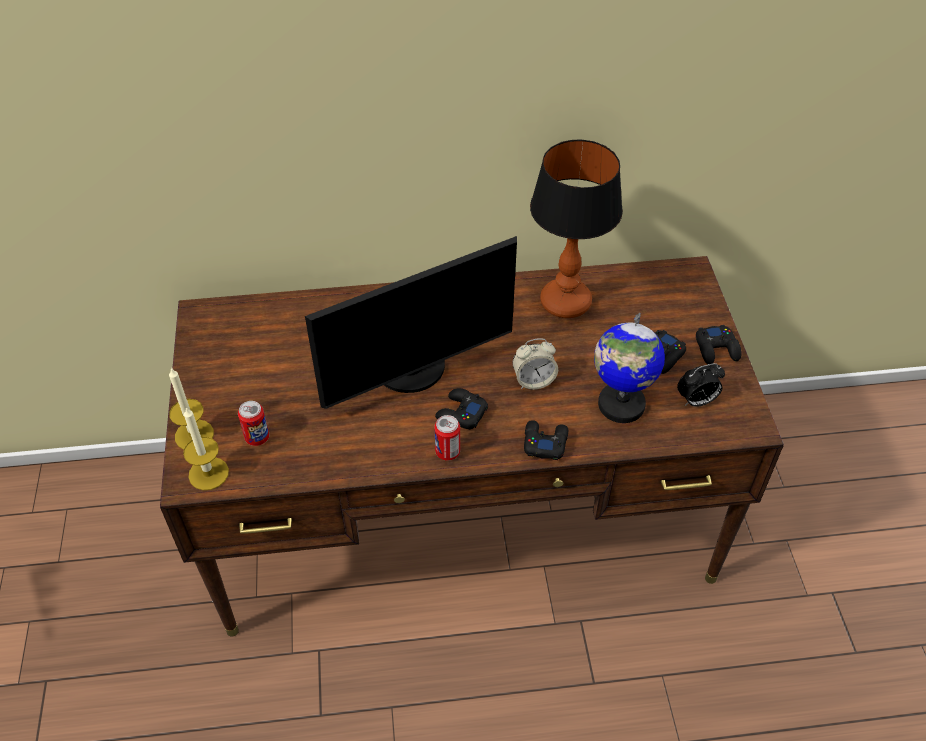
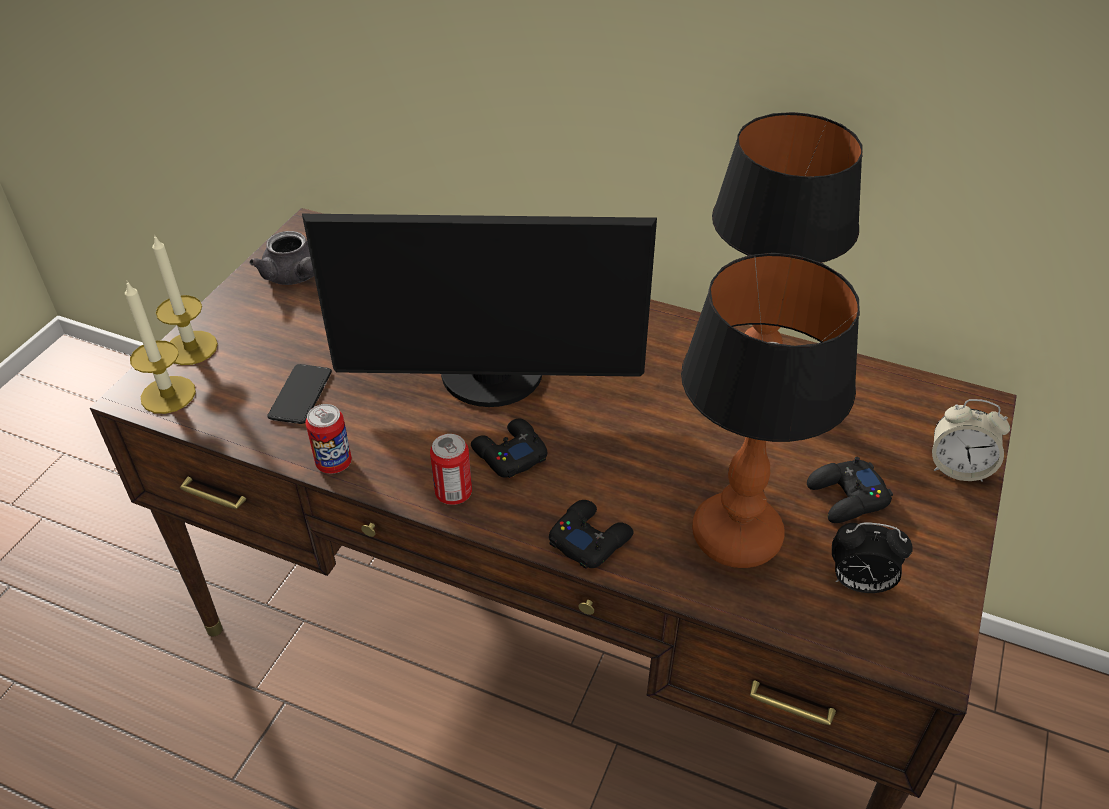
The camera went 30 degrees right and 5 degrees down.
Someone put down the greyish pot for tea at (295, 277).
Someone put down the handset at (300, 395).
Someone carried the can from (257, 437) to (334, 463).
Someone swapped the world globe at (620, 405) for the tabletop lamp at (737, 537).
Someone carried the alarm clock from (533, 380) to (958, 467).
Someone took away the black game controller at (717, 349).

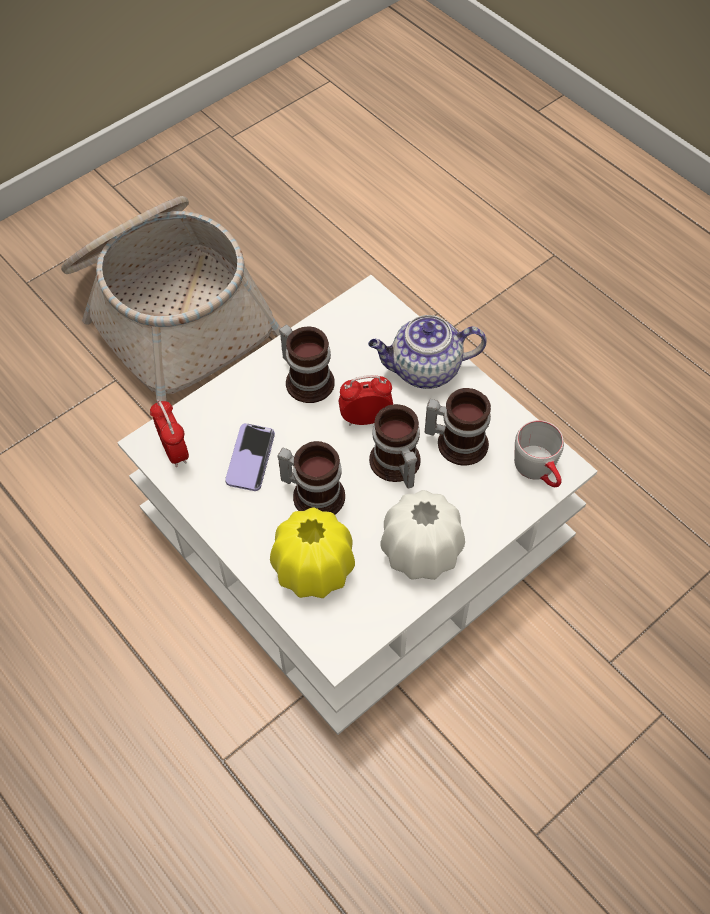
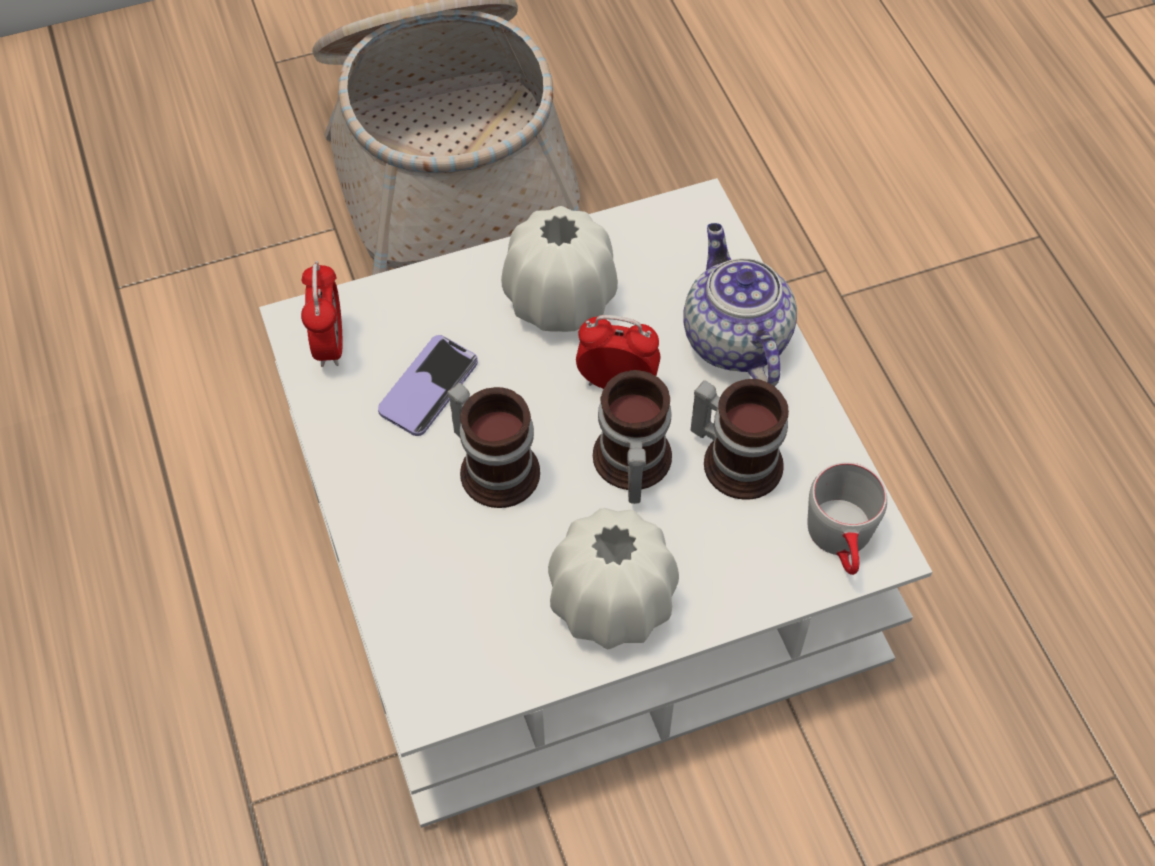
The camera went 20 degrees right and 0 degrees up.
Someone swapped the mug at (308, 378) for the white-coloured decorative vase at (560, 300).
Someone rotated the pot for tea at (424, 370) by 60 degrees clockwise.
Someone took away the yellow decorative vase at (314, 568).

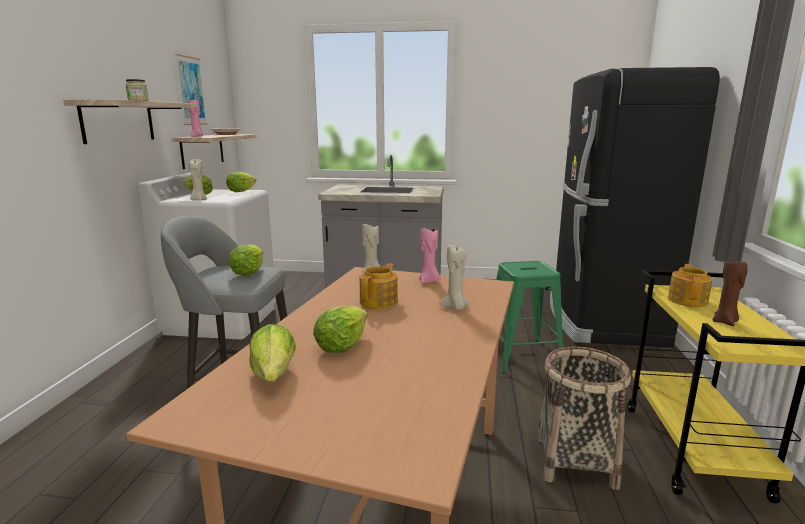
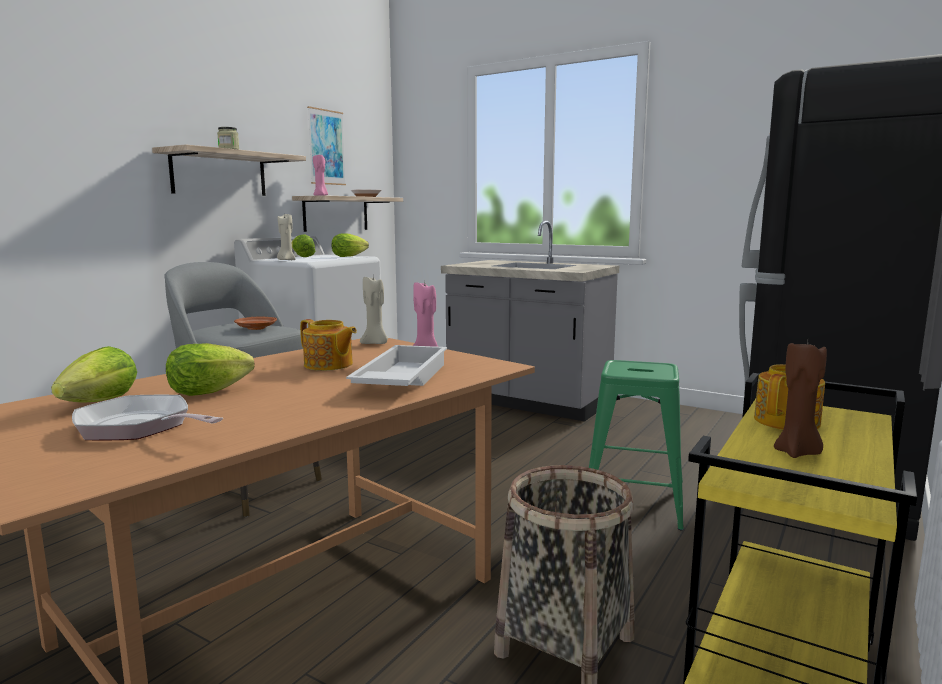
The camera went 25 degrees right and 5 degrees down.
Someone put down the pan at (140, 427).
Someone swapped the lettuce head at (248, 272) for the brown dinner plate at (255, 328).
Someone rotated the pot for tea at (379, 302) by 75 degrees clockwise.
Someone swapped the sand-coloured candle at (455, 307) for the white-coloured tray at (400, 379).

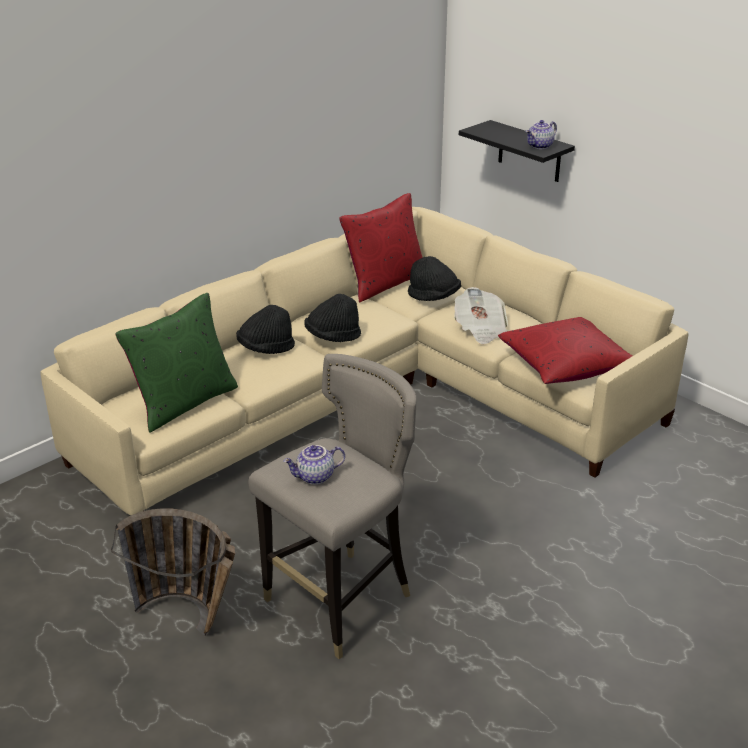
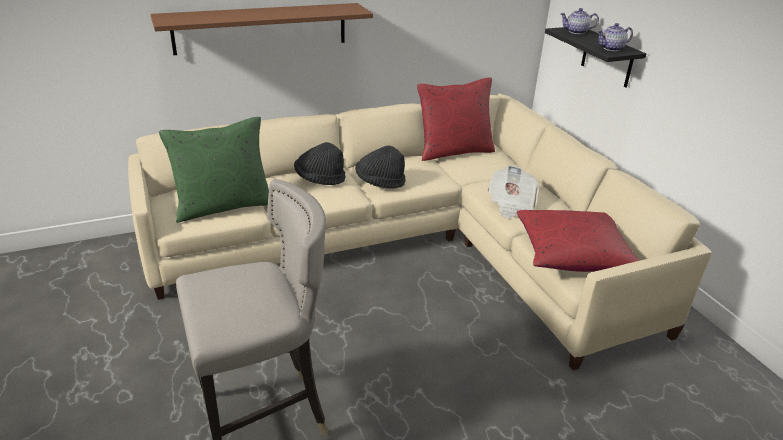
The camera went 20 degrees right and 0 degrees up.
Someone put up the brown wall shelf at (261, 28).
Someone carried the pot for tea from (315, 477) to (576, 32).
Someone took away the household basket at (192, 620).
Someone took away the black clothing hat at (434, 297).

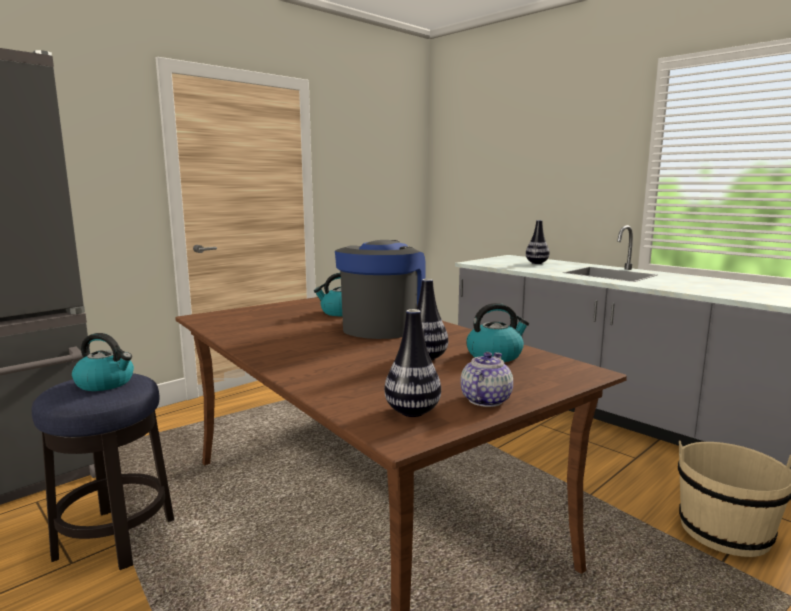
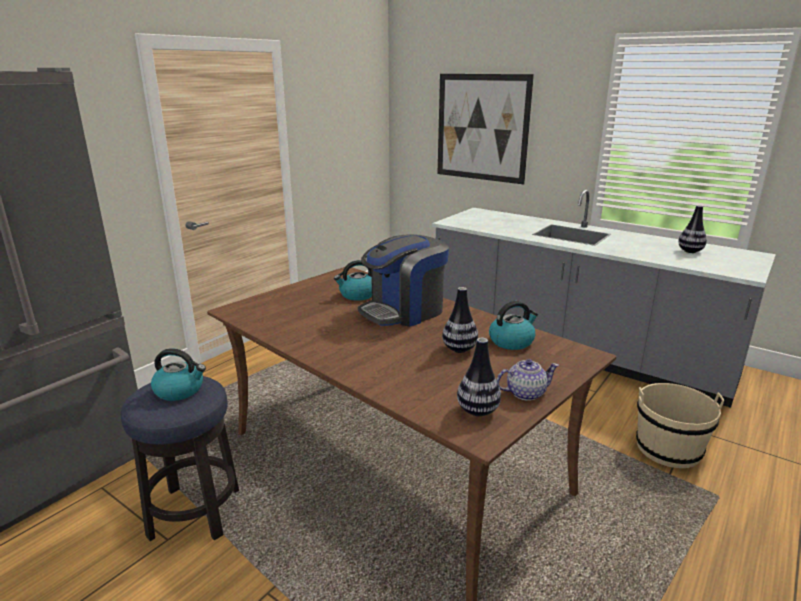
The camera went 10 degrees left and 10 degrees up.
Someone rotated the coffee brewer at (383, 326) by 135 degrees counterclockwise.
Someone put up the wall art at (482, 128).
Someone rotated the pot for tea at (485, 400) by 60 degrees clockwise.
Someone carried the decorative vase from (537, 263) to (690, 251).

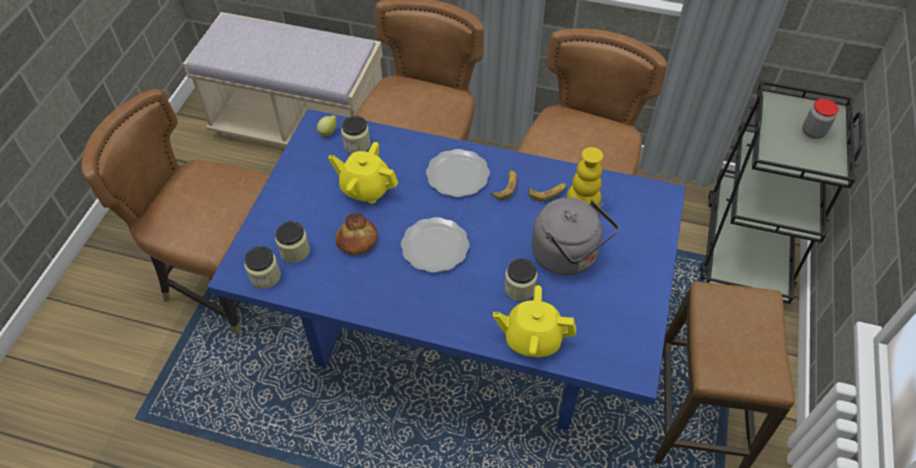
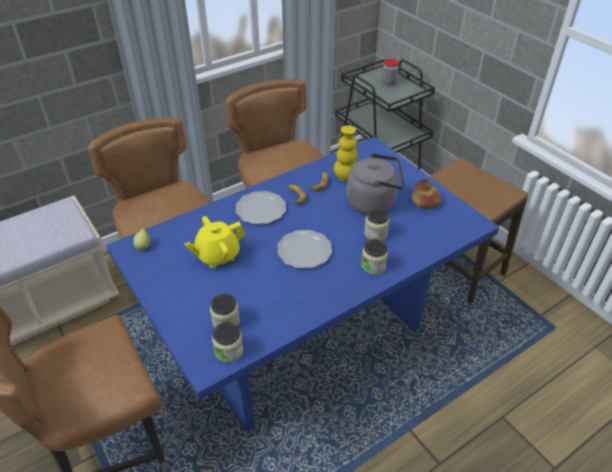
The camera went 50 degrees left and 10 degrees down.
Someone carried the jar from (357, 144) to (373, 265).
Someone carried the bakery bread from (357, 241) to (425, 201).
Someone took away the yellow pot for tea at (532, 338).

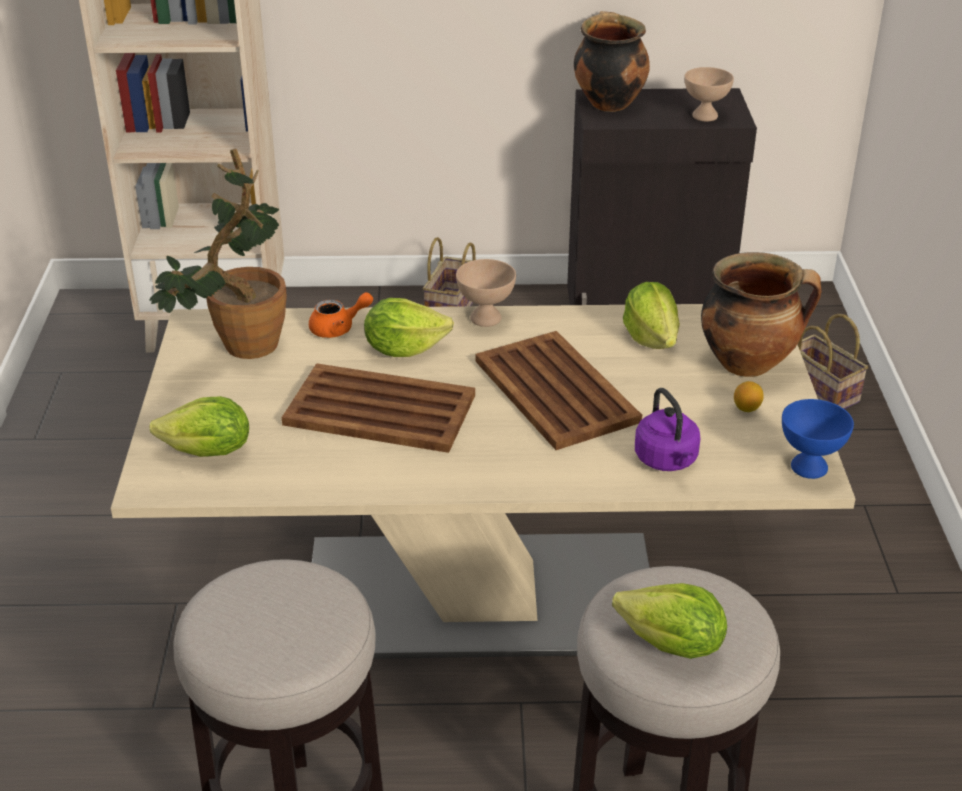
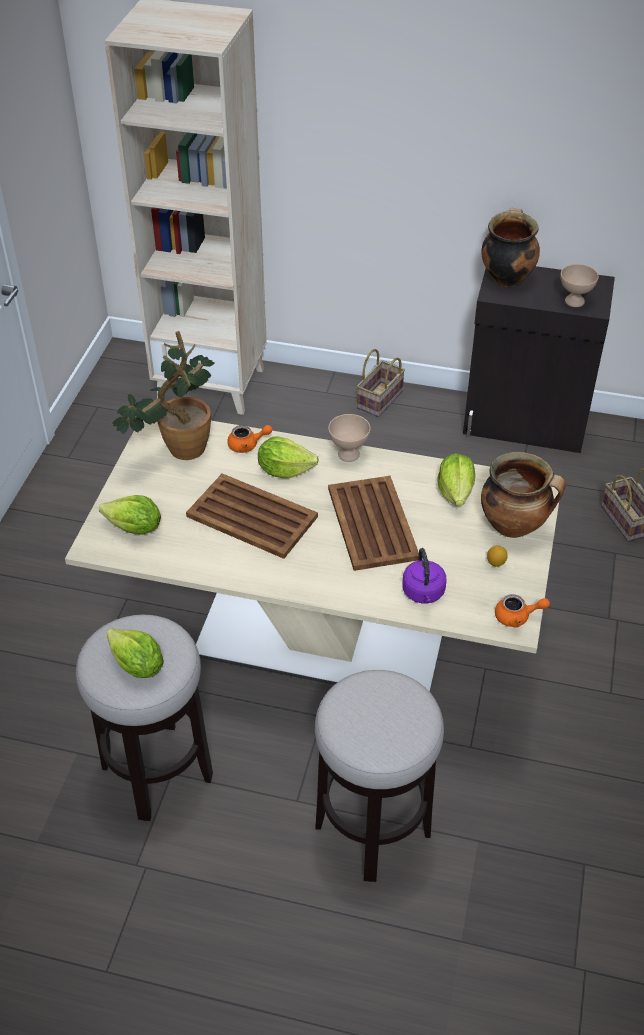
The camera went 15 degrees right and 10 degrees up.
Someone carried the lettuce head from (672, 645) to (137, 666).
Someone swapped the blue deep dish at (809, 466) for the orangey pot for tea at (517, 617).

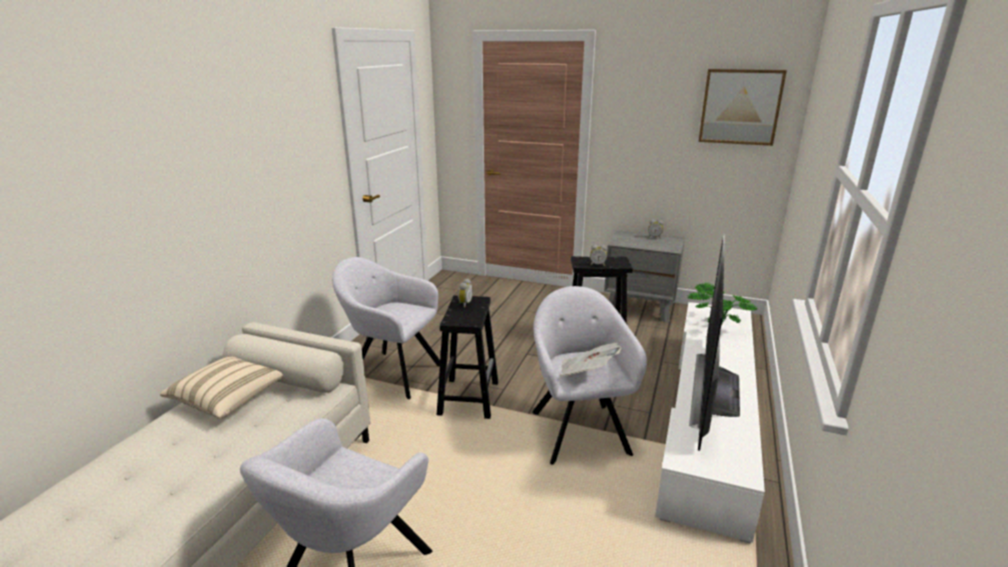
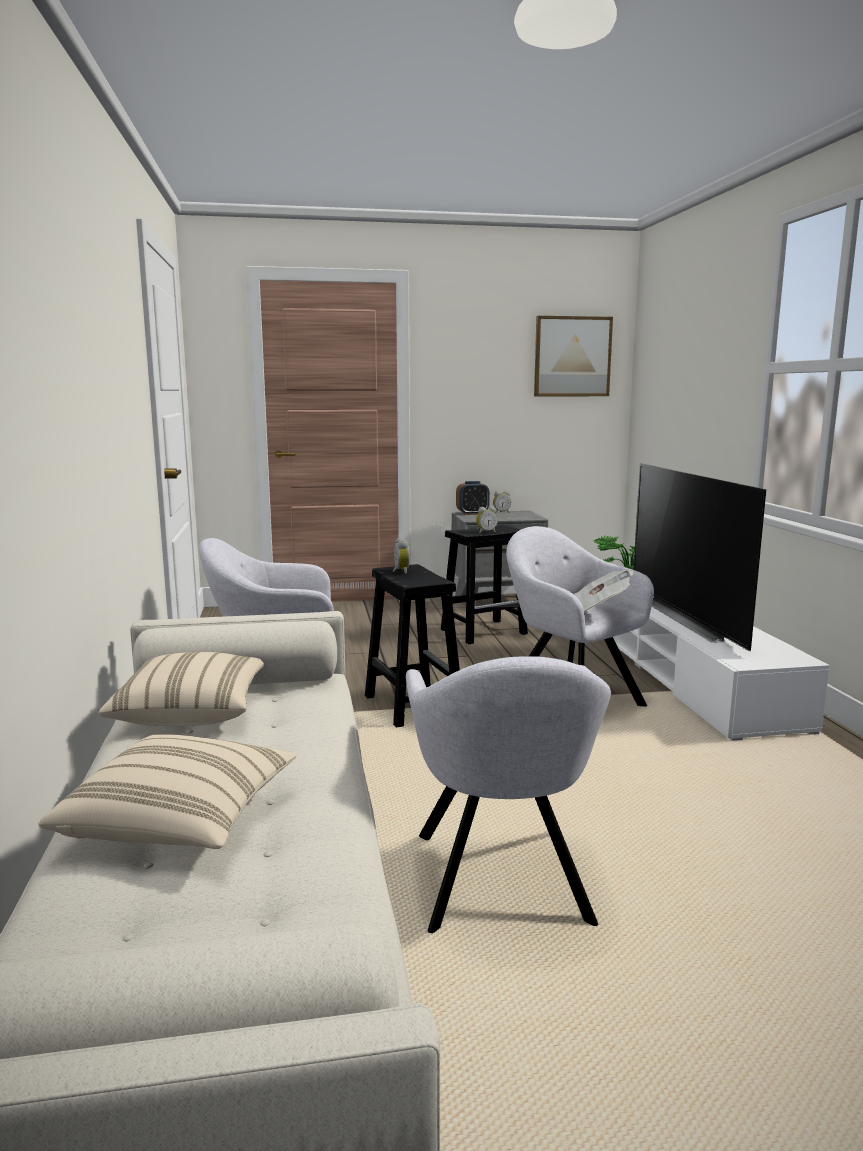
The camera went 30 degrees left and 10 degrees down.
Someone put down the sand-coloured throw pillow at (180, 822).
Someone put down the alarm clock at (472, 513).

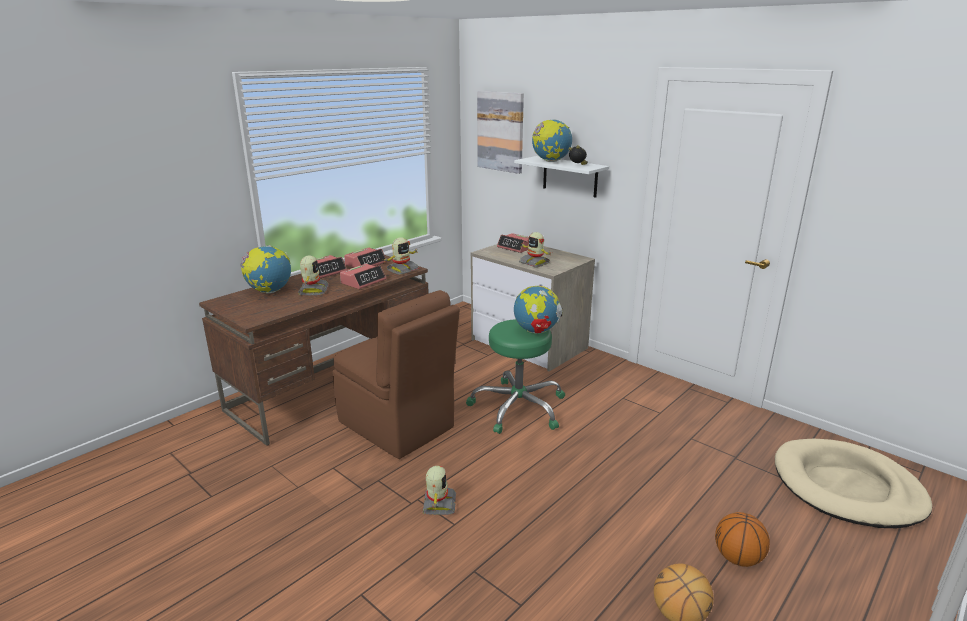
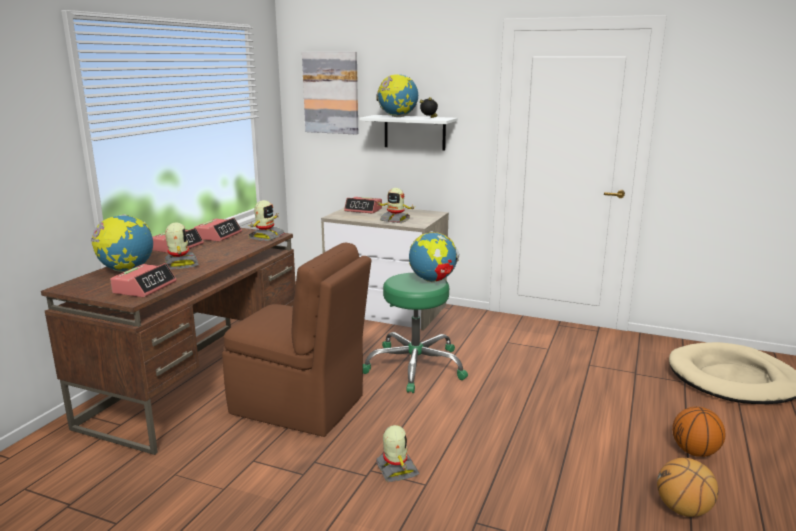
The camera went 20 degrees left and 5 degrees down.
Someone carried the alarm clock from (363, 281) to (145, 287).

